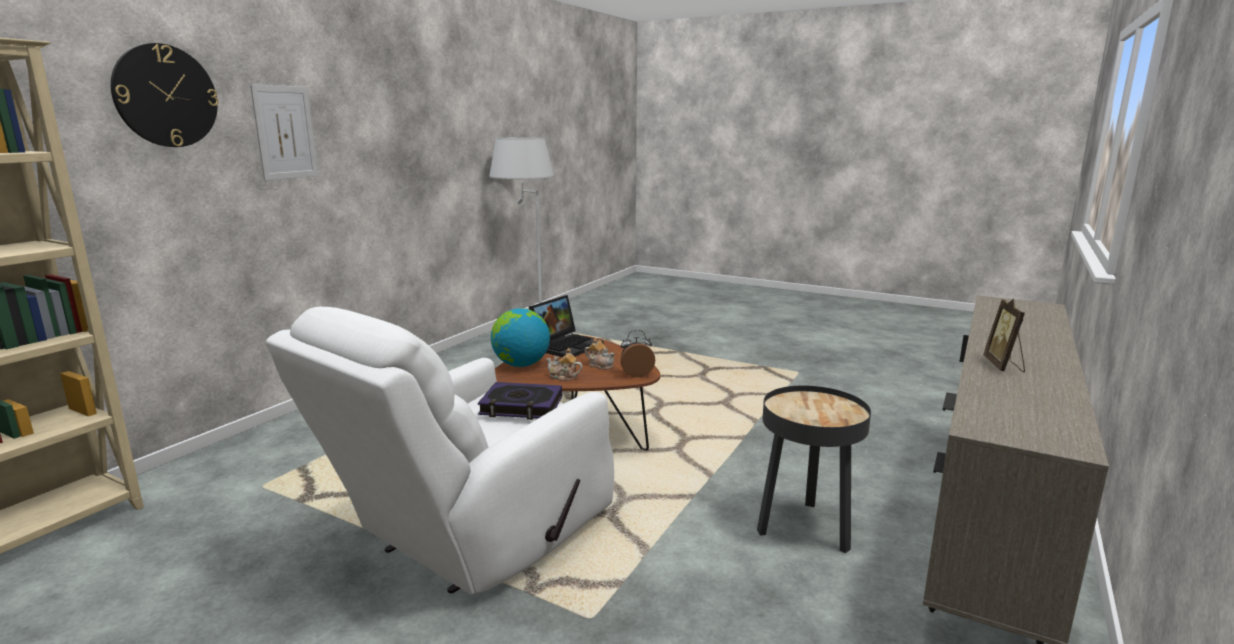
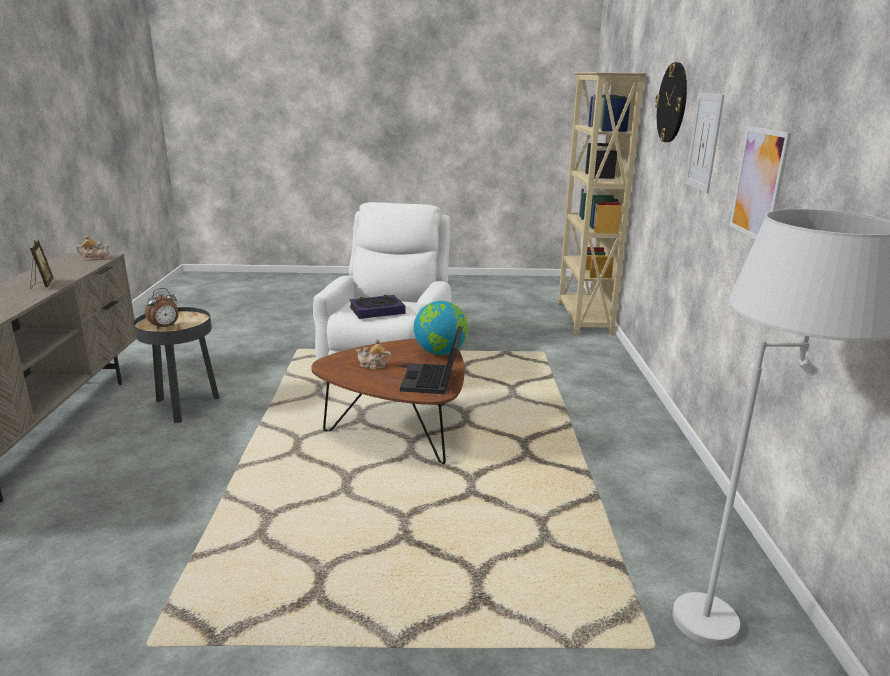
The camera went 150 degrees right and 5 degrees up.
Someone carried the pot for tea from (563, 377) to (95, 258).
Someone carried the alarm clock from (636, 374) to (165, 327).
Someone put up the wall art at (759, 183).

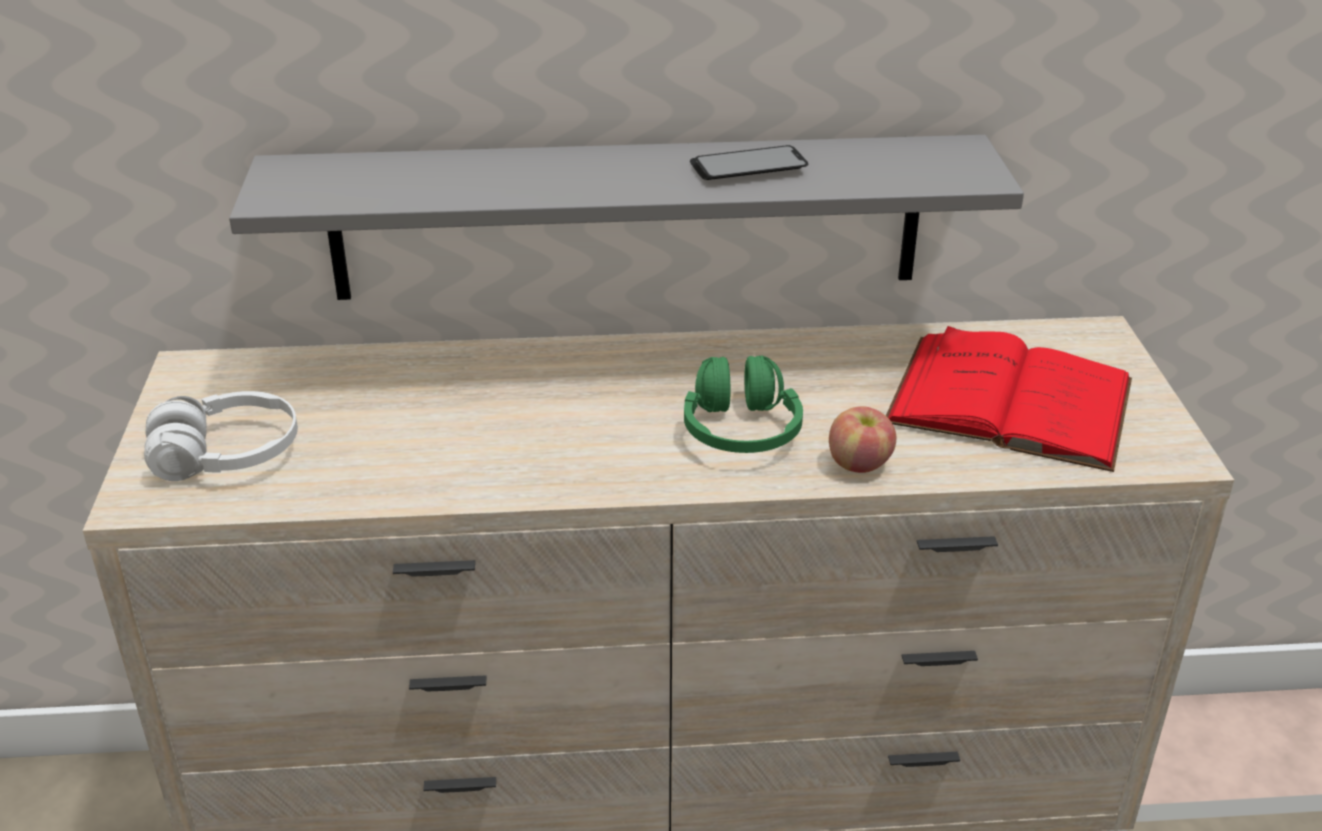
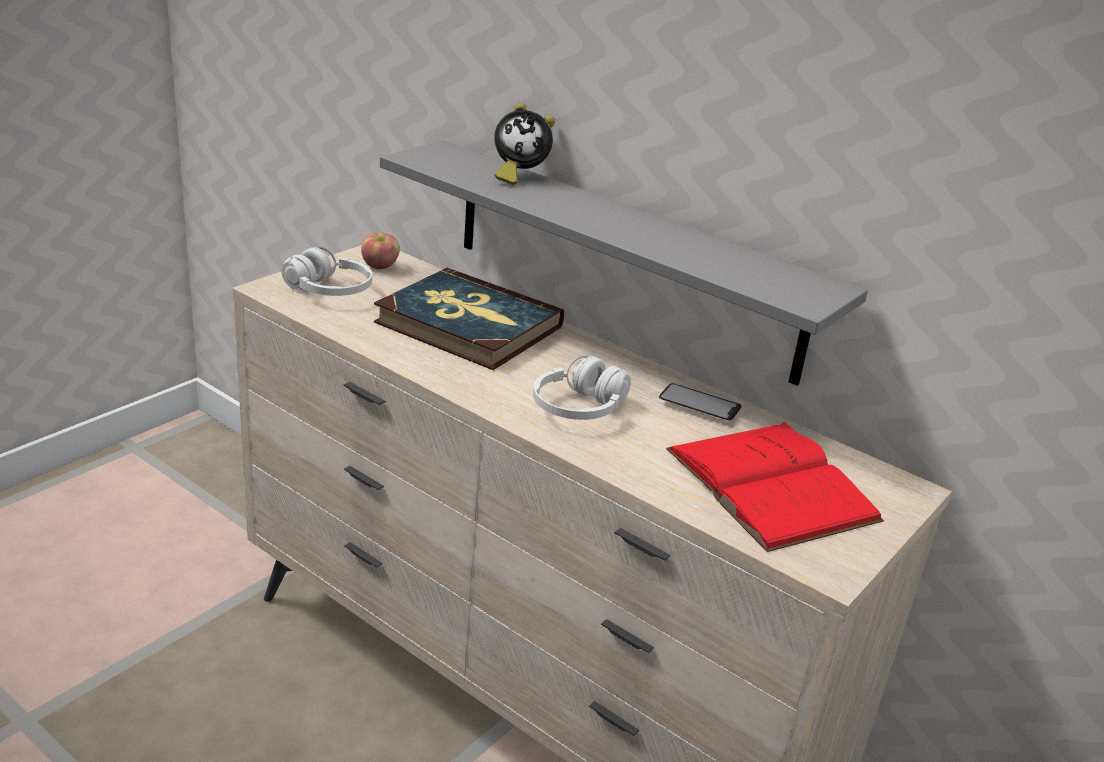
The camera went 40 degrees right and 5 degrees down.
Someone carried the apple from (859, 464) to (380, 266).
Someone put down the book at (468, 325).
Someone put down the alarm clock at (518, 176).
Someone repainted the green-coloured headphones at (740, 430), which became the white-coloured headphones at (579, 408).
Someone carried the handset from (748, 167) to (699, 404).

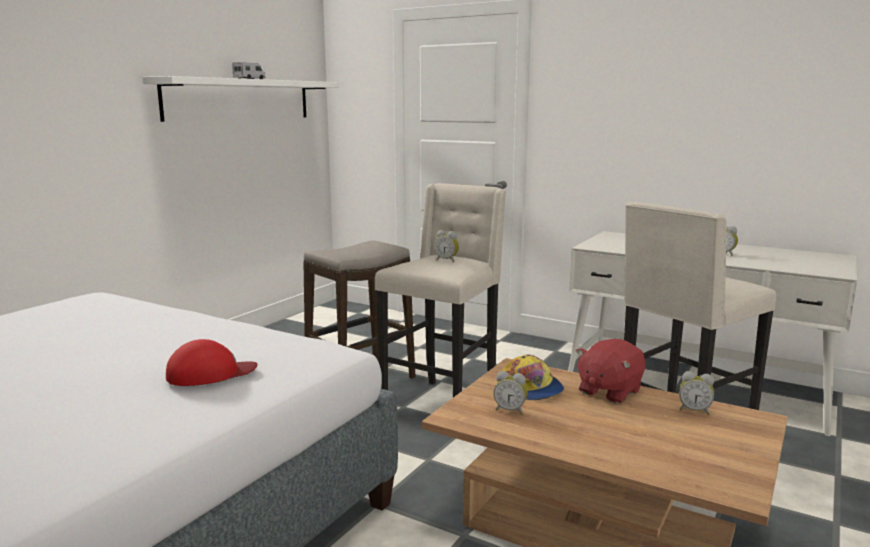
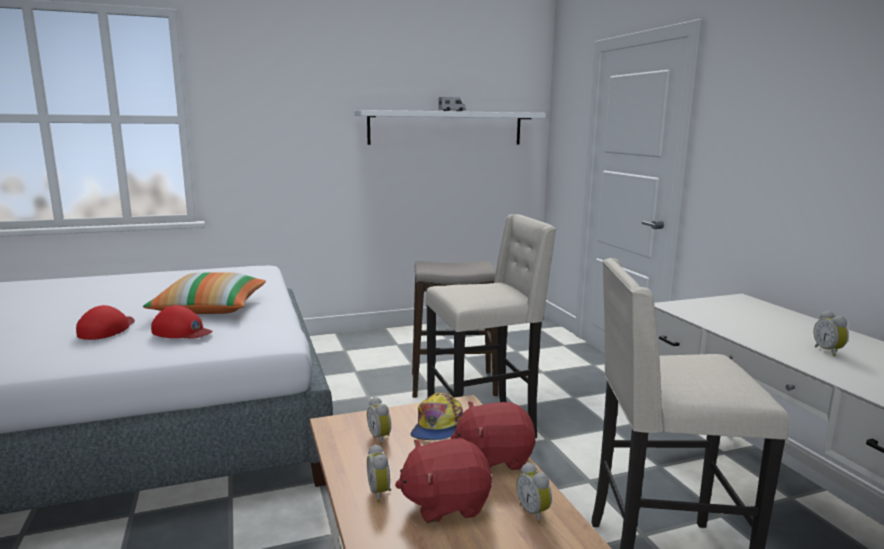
The camera went 40 degrees right and 0 degrees up.
Someone put down the reddish baseball cap at (107, 329).
Someone put down the throw pillow at (210, 309).
Someone carried the alarm clock from (447, 260) to (380, 492).
Someone put down the reddish cuddly toy at (445, 503).

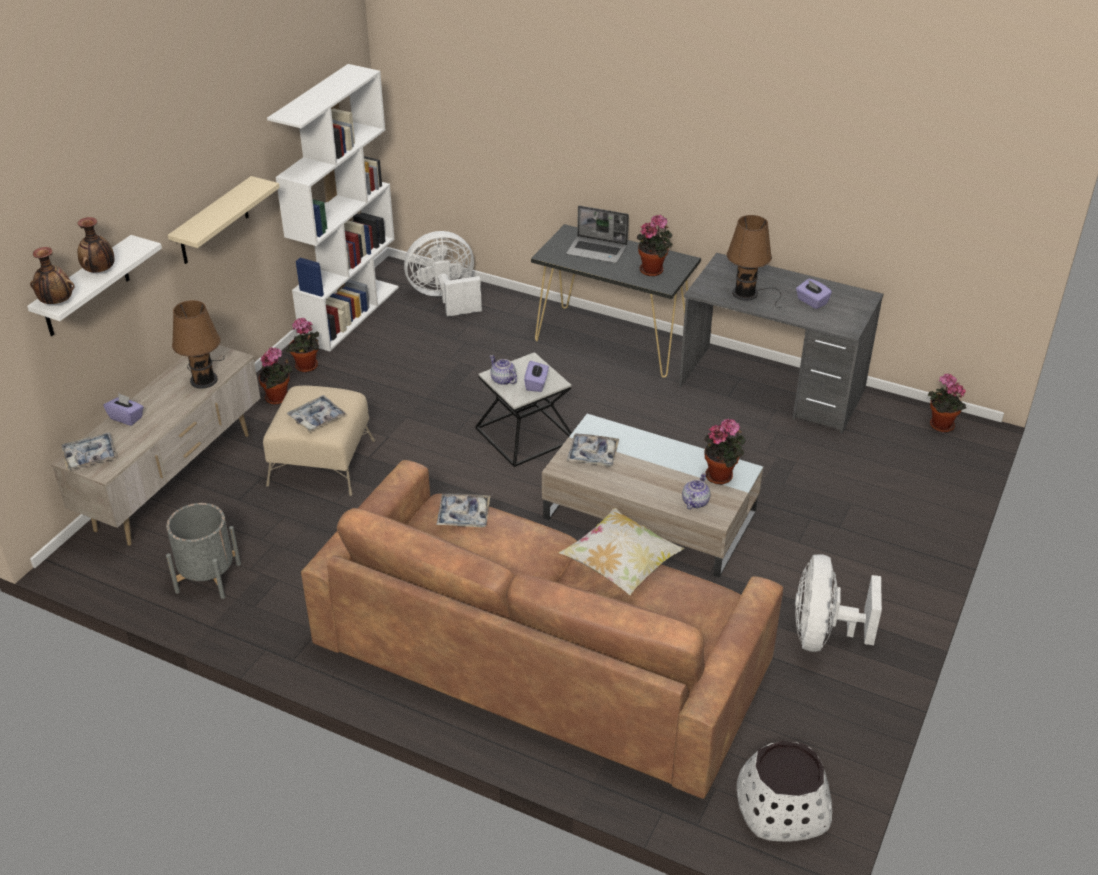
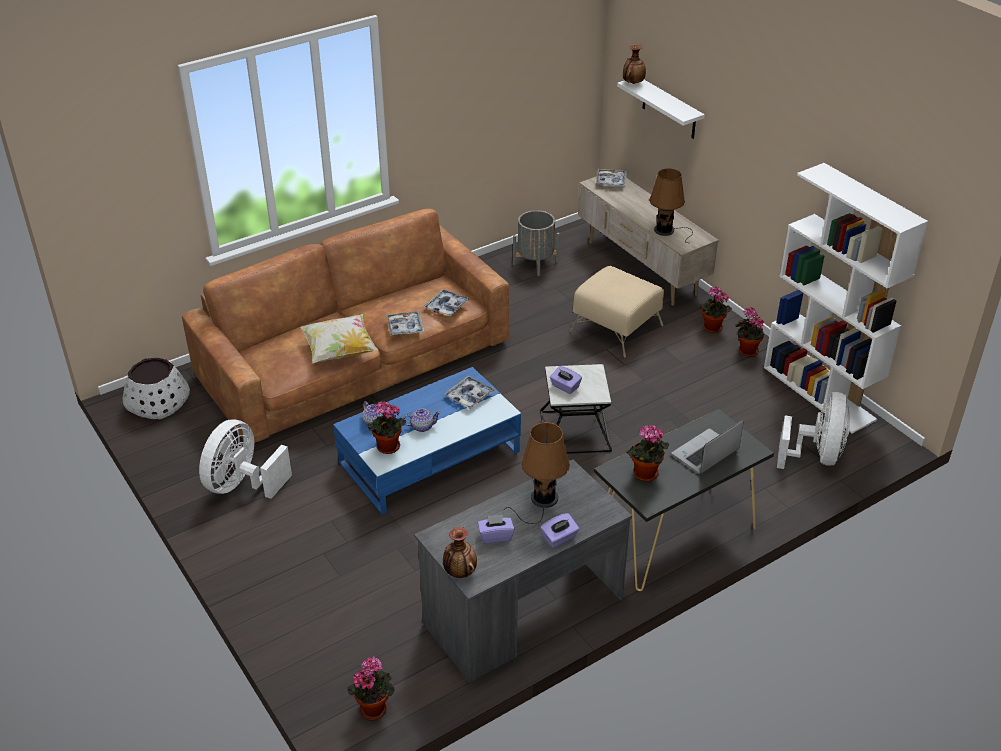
The camera went 120 degrees right and 0 degrees up.
Someone rotated the white-coloured fan at (823, 635) by 105 degrees counterclockwise.
Someone repainted the sand-coloured coffee table at (649, 515), which became the blue coffee table at (429, 457).
Someone carried the tray from (317, 418) to (405, 327).
Someone carried the pot for tea from (503, 380) to (422, 426).
Someone carried the decorative vase from (100, 271) to (459, 572).
Someone carried the purplish tissue box from (126, 418) to (559, 538).
Someone took away the sand-coloured wall shelf at (213, 222).

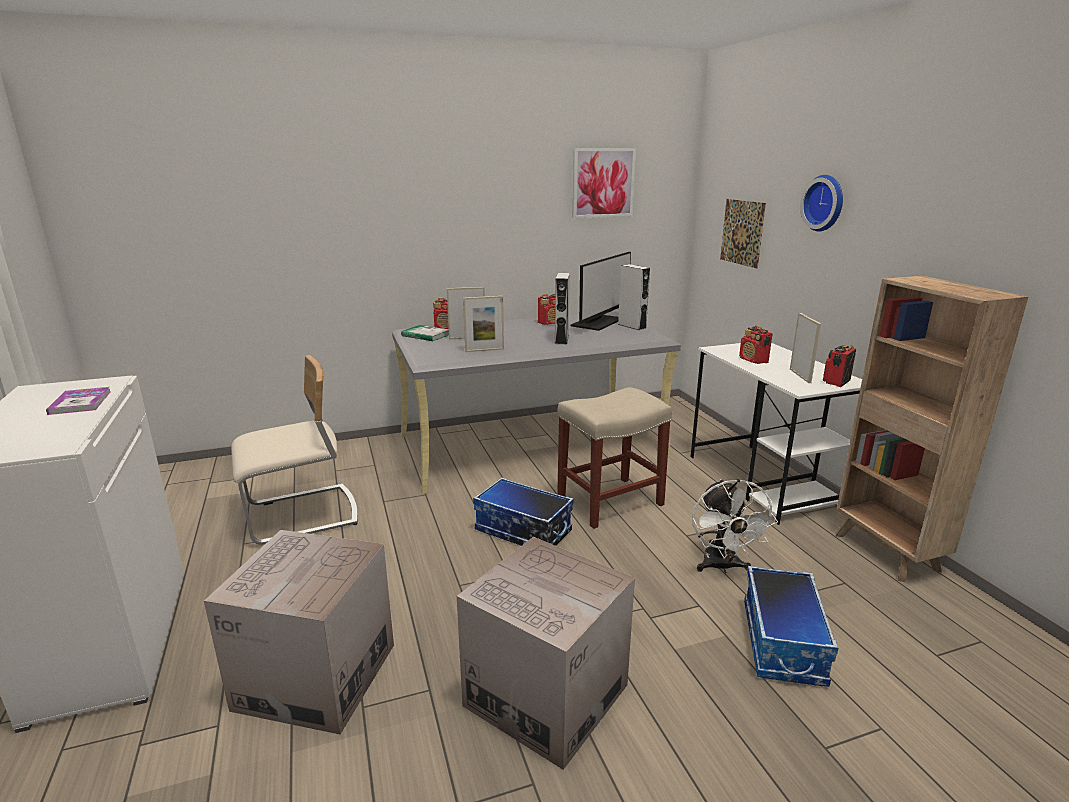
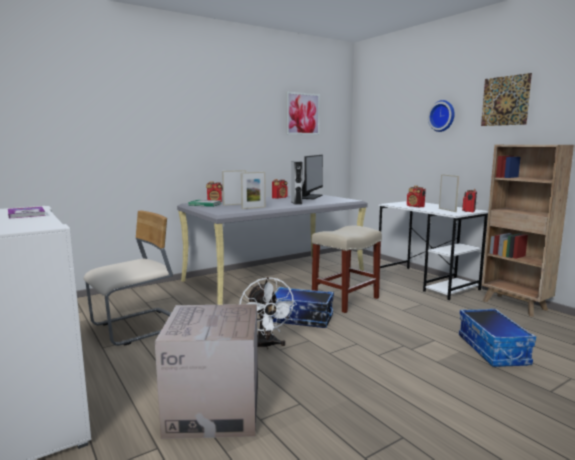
The camera went 15 degrees left and 10 degrees down.
Someone carried the white-coloured fan from (722, 567) to (266, 346).
Someone carried the wall art from (742, 232) to (505, 101).
Someone took away the cardboard box at (546, 695).
Someone took away the greyish loudspeaker at (632, 326).

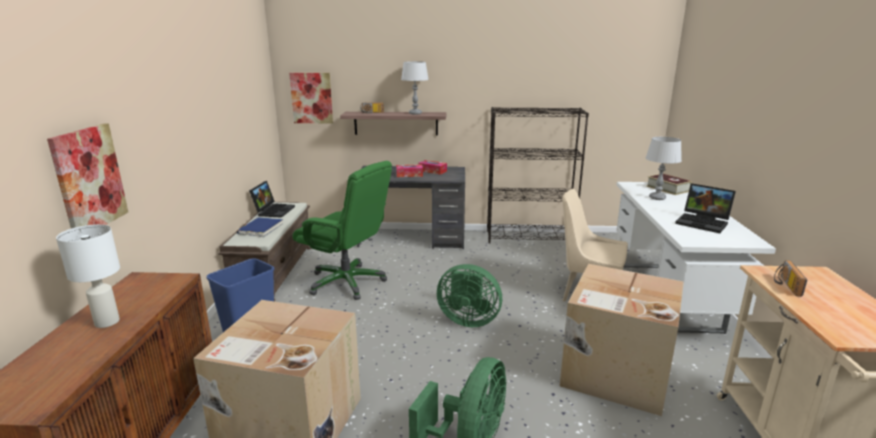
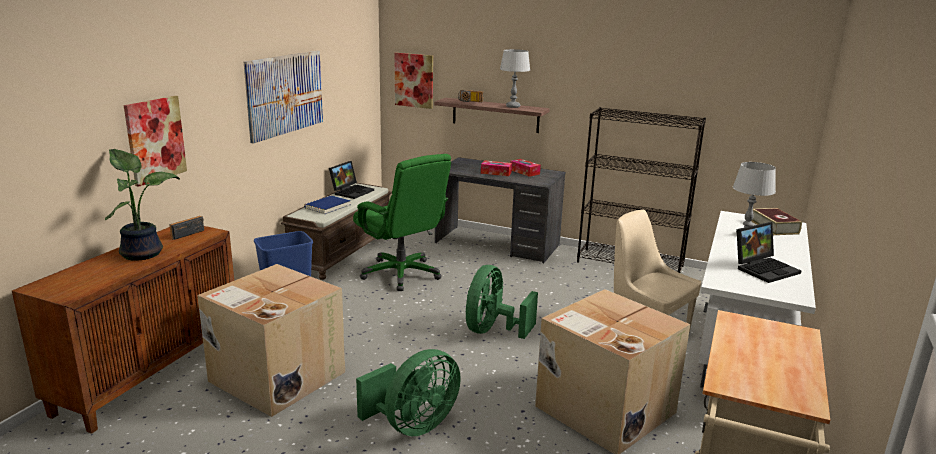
The camera went 20 degrees right and 0 degrees up.
Someone swapped the white-coloured tabletop lamp at (107, 321) for the potted plant at (143, 253).
Someone carried the radio set from (785, 285) to (187, 233).
Someone put up the wall art at (285, 94).
Someone rotated the green-coloured fan at (468, 320) by 75 degrees clockwise.
Someone rotated the portable computer at (704, 223) by 90 degrees counterclockwise.

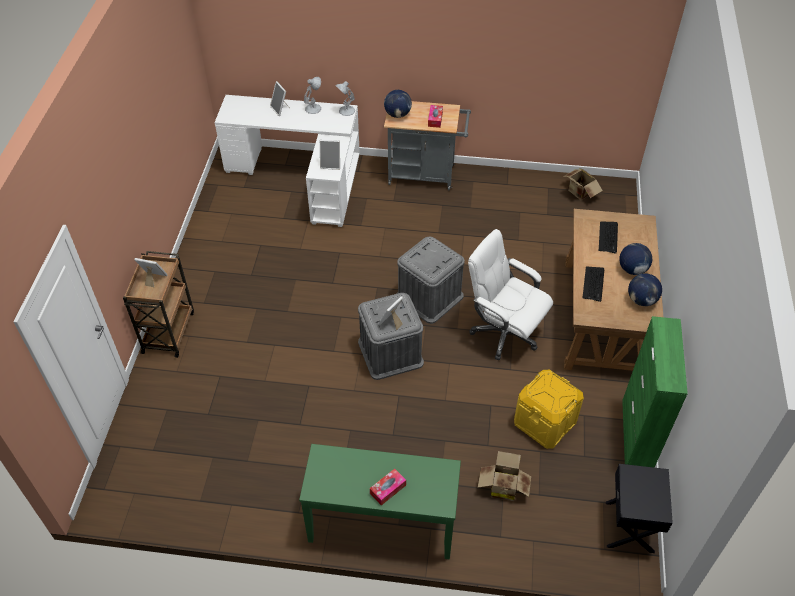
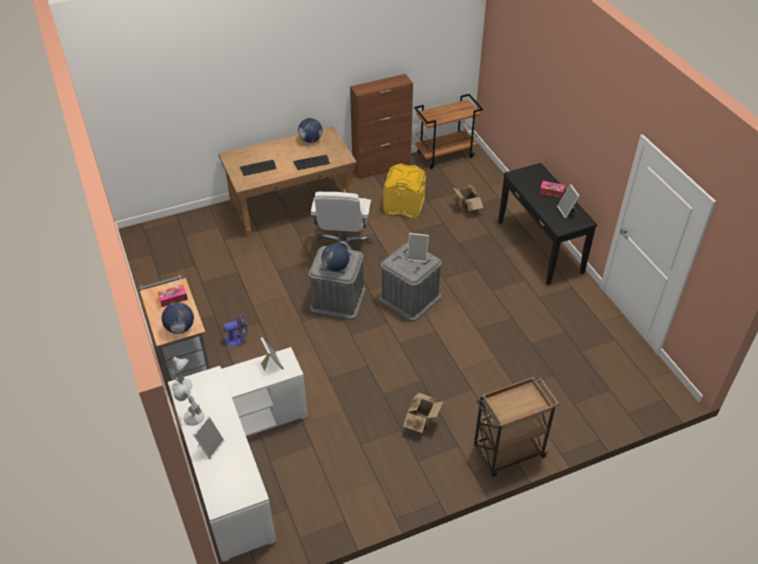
The camera went 120 degrees left and 5 degrees down.
Someone put down the fan at (238, 338).
Someone carried the world globe from (632, 269) to (336, 267).
Someone repainted the green-coloured cupboard at (636, 436), which became the brown cupboard at (382, 167).
Someone carried the cardboard box from (579, 193) to (422, 420).
Someone swapped the black night table at (630, 527) for the brown cart at (445, 155).
Someone repainted the green-coloured hall table at (382, 524), which became the black hall table at (540, 247).
Someone carried the picture frame from (153, 279) to (567, 211).

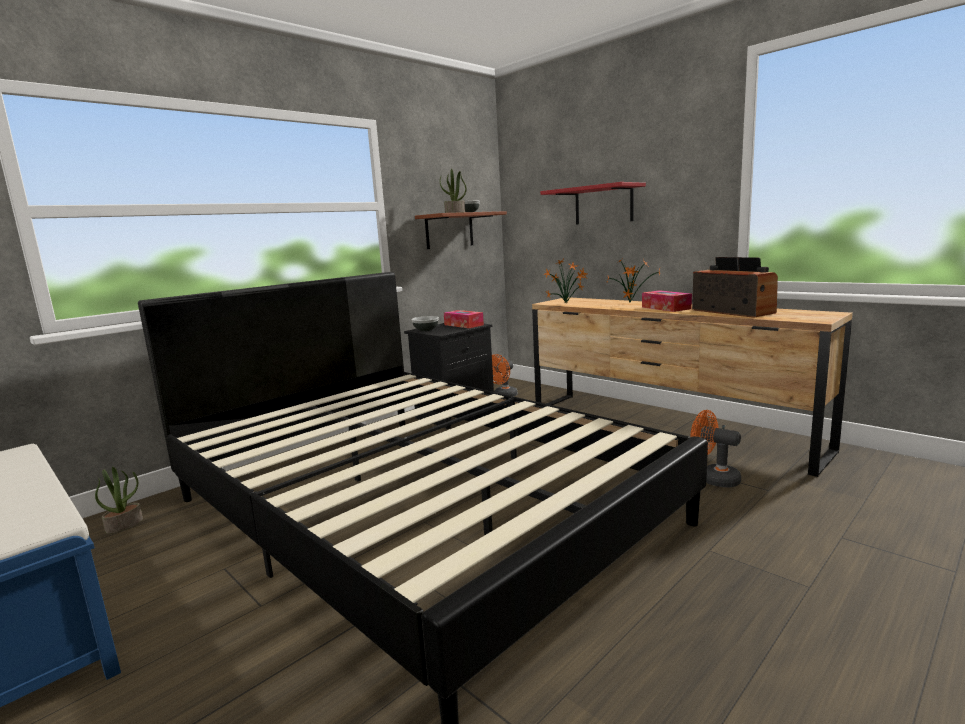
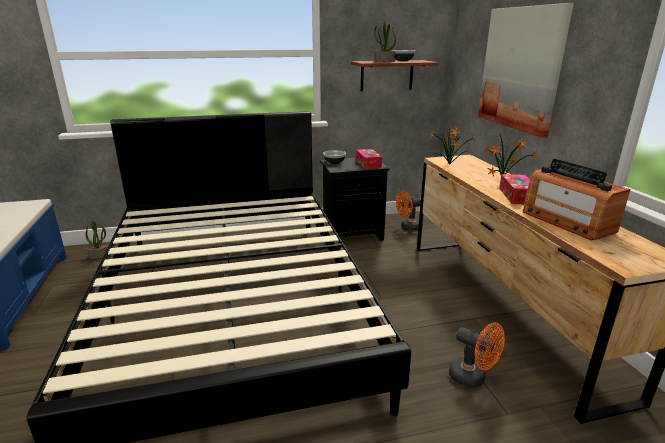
The camera went 30 degrees right and 10 degrees up.
Someone rotated the orangey fan at (713, 478) by 150 degrees clockwise.
Someone swapped the reddish wall shelf at (603, 205) for the wall art at (521, 69).
Someone rotated the radio set at (732, 311) by 150 degrees clockwise.

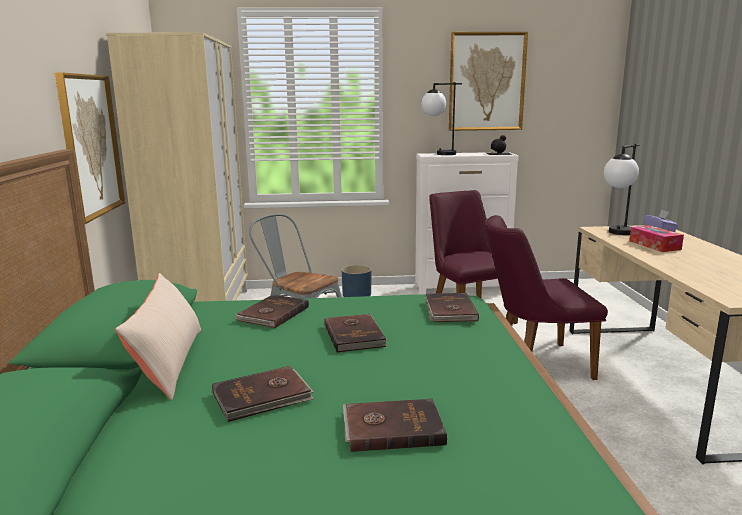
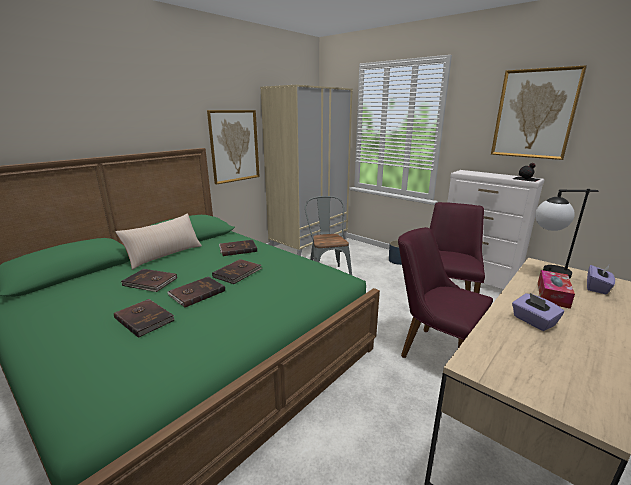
The camera went 45 degrees right and 5 degrees up.
Someone carried the brown book from (449, 310) to (196, 293).
Someone put down the purplish tissue box at (533, 321).
Someone took away the tabletop lamp at (438, 154).

